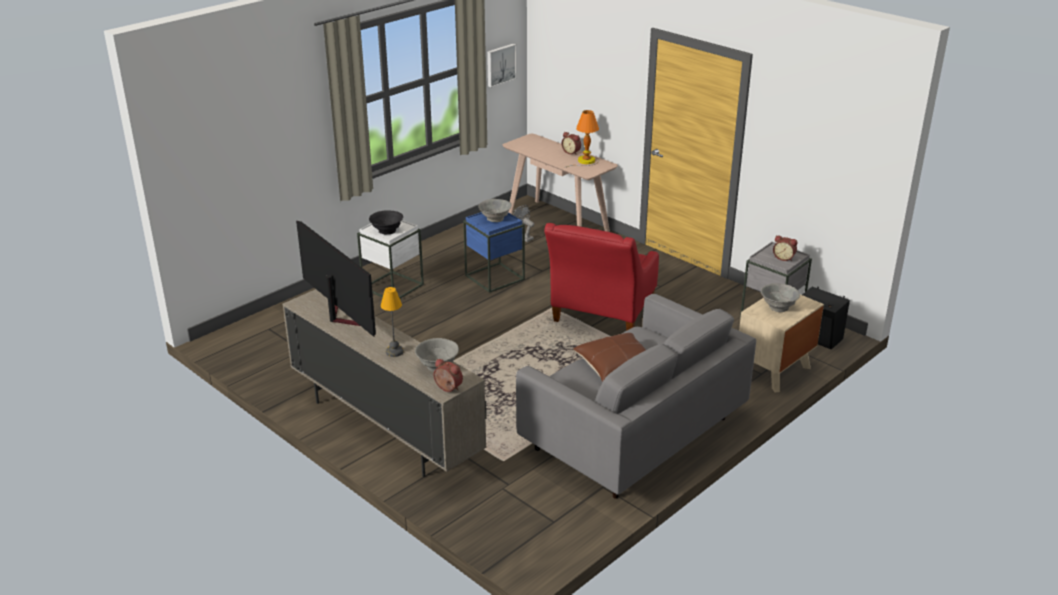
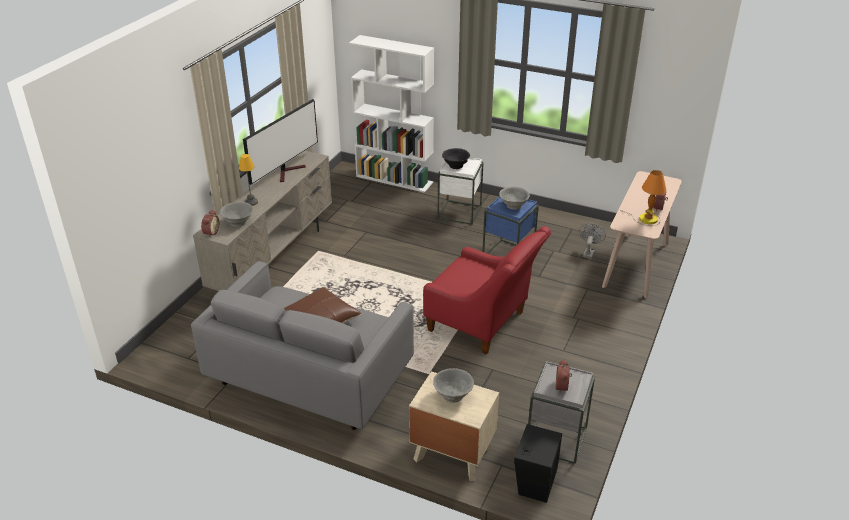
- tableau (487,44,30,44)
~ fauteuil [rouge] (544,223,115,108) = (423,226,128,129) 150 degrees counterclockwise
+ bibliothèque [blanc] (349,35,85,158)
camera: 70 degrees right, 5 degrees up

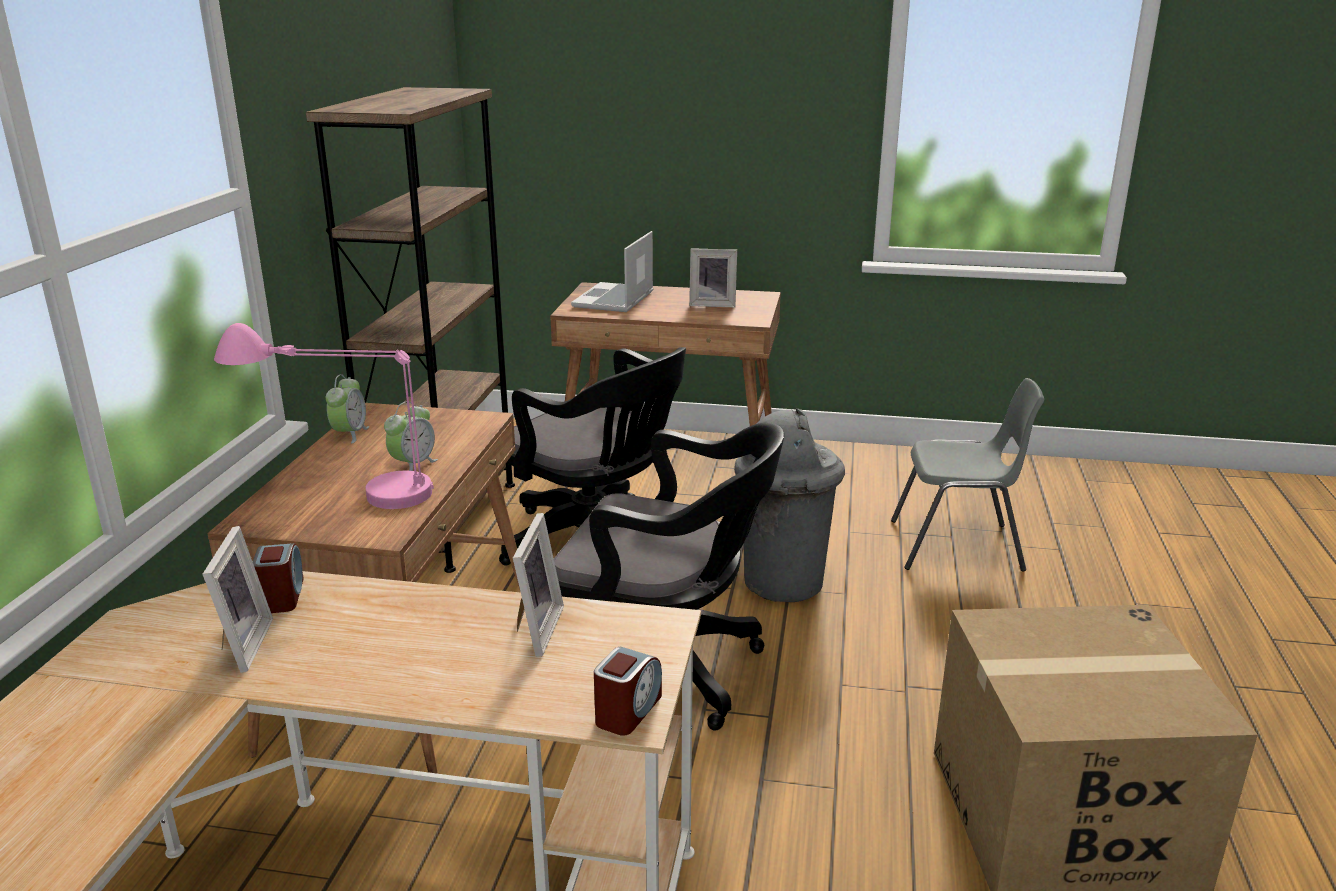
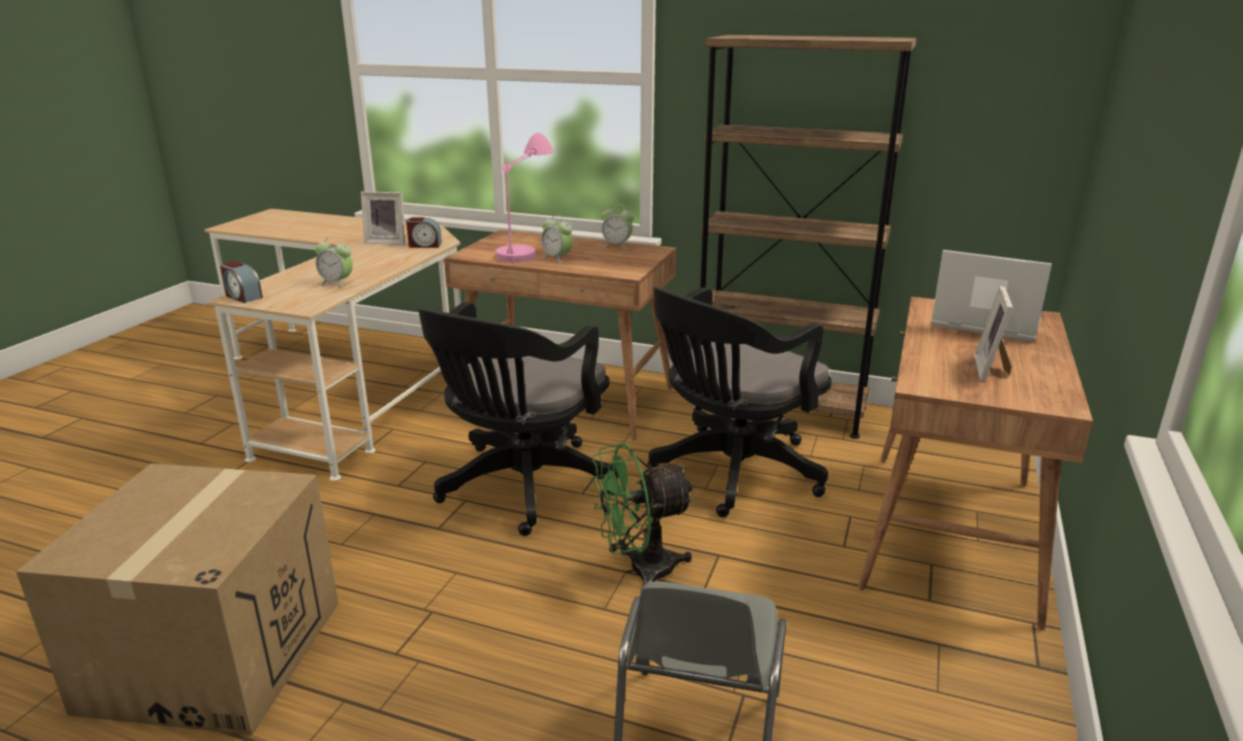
~ cadre photo (513,513,51,144) to réveil (315,237,38,51)
~ poubelle [gris] (734,408,111,194) to ventilateur [vert] (591,443,104,143)
camera: 100 degrees right, 0 degrees up

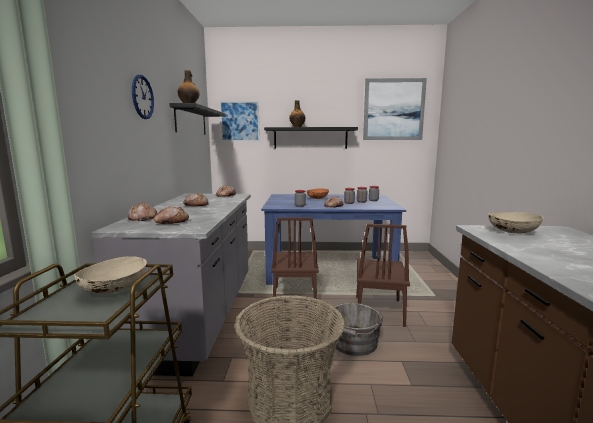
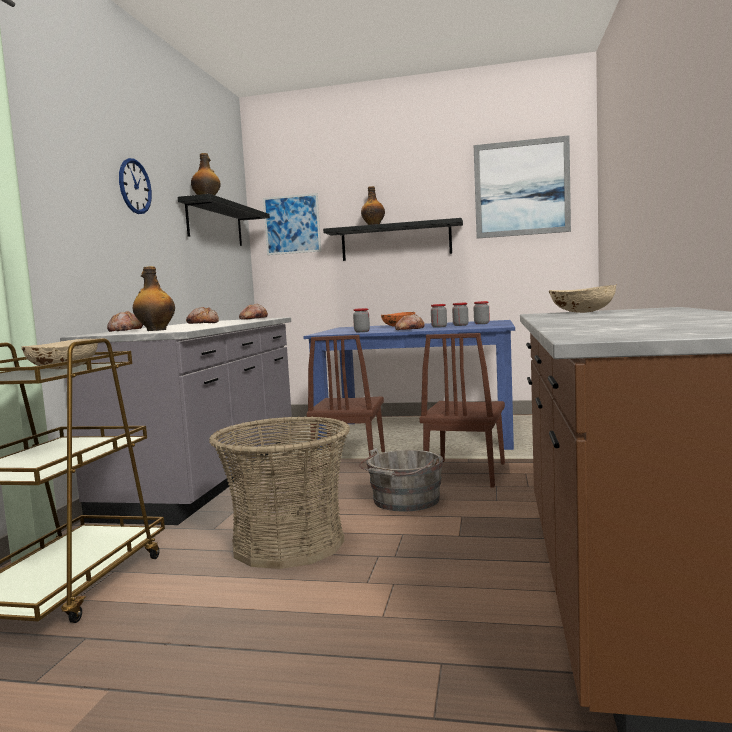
~ pain (154,207,35,17) to bouteille (133,266,42,65)
camera: 10 degrees right, 5 degrees down

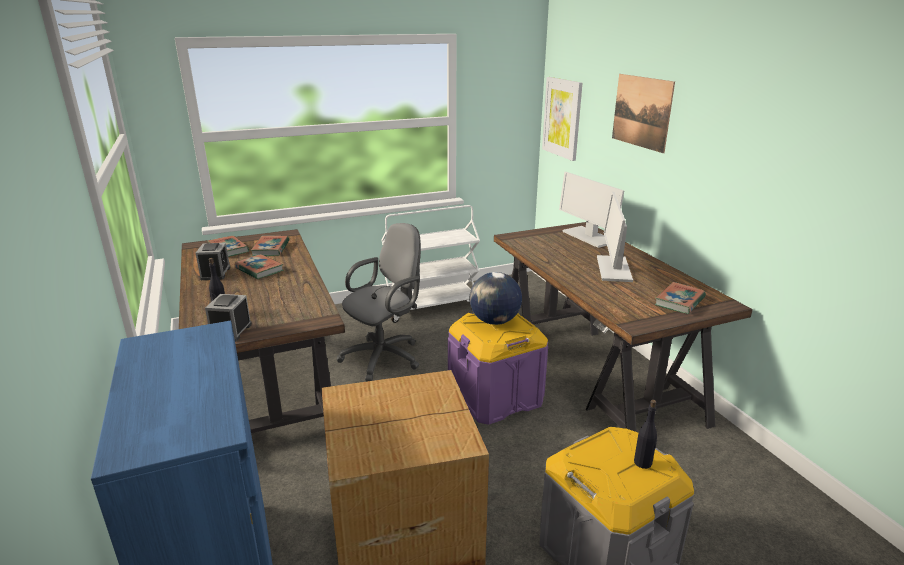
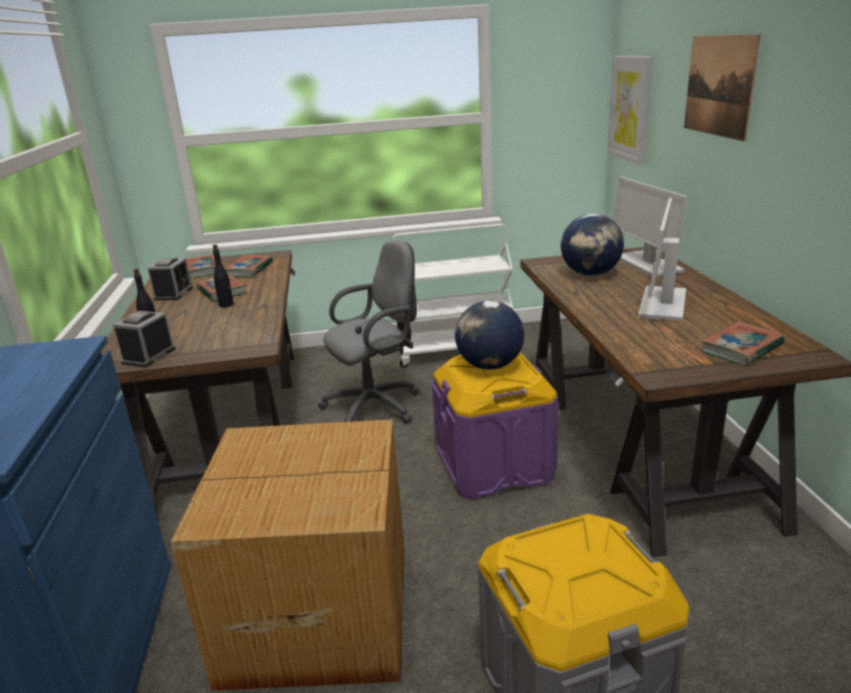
~ bouteille [noir] (634,400,23,69) to (213,244,21,63)
+ globe (561,214,63,62)
camera: 15 degrees right, 0 degrees up

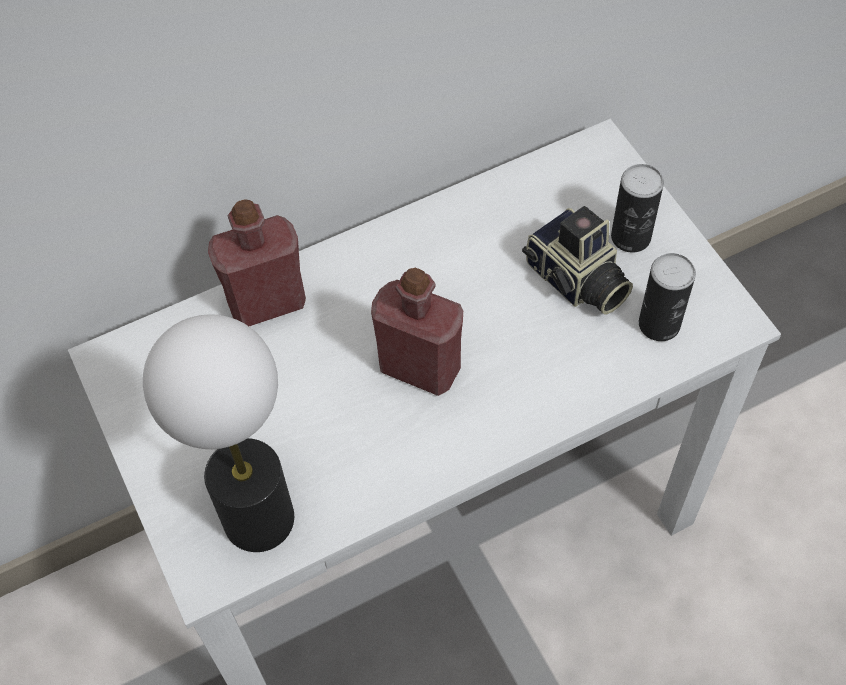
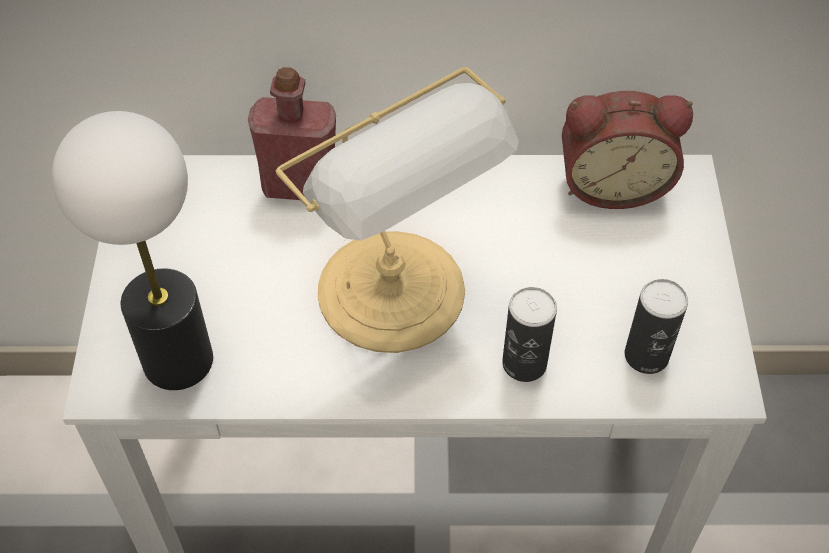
~ bouteille [rouge] (371,268,92,128) to lampe de table (275,67,244,286)
- appareil photo (522,206,111,109)
~ boîte métallique (611,164,53,89) to (502,287,55,95)
+ réveil (562,91,131,118)
camera: 25 degrees right, 5 degrees down

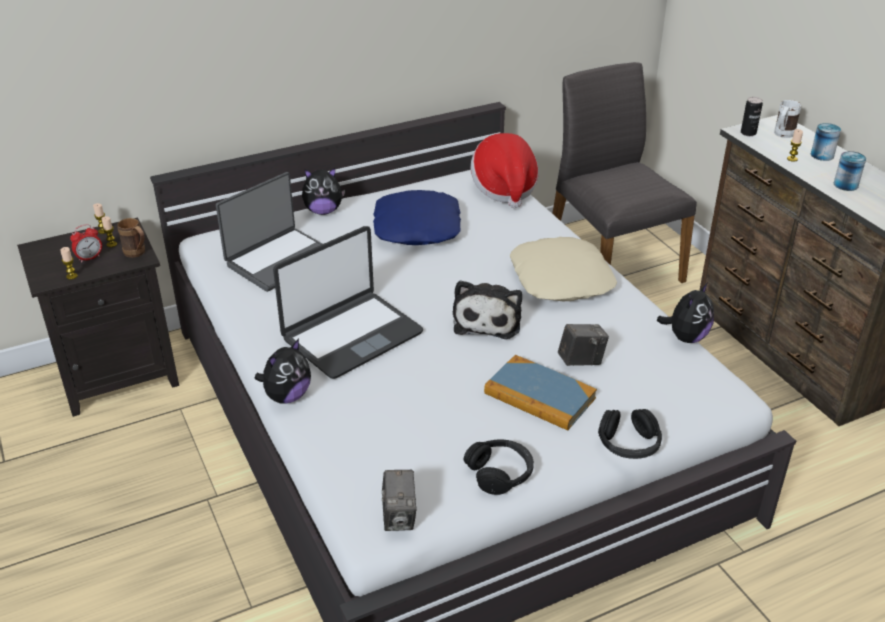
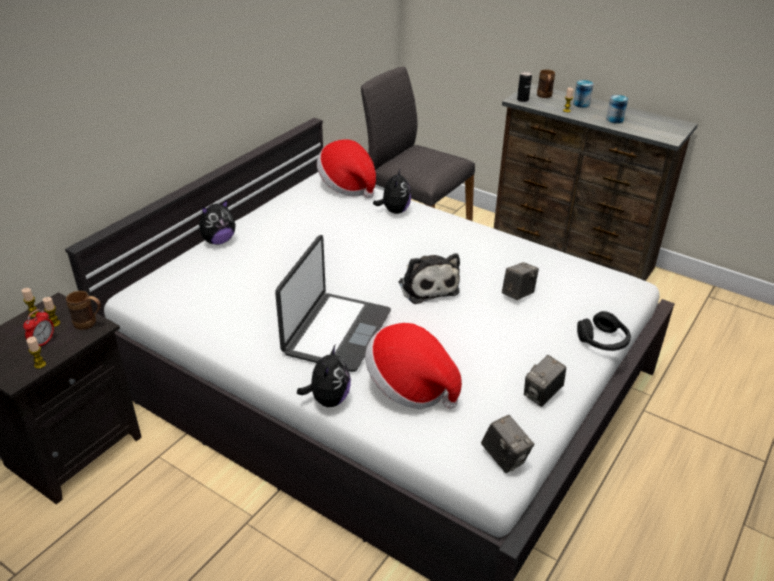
- ordinateur portable (216,172,106,120)
- coussin [bleu] (373,190,88,55)
~ casque audio [noir] (464,439,70,56) to appareil photo (524,355,42,52)
- livre (484,355,113,76)
- coussin [beige] (510,237,107,64)
~ peluche (657,282,57,61) to (373,168,38,46)
~ mug [blanc] (774,100,27,38) to mug [marron] (537,70,18,28)
+ chapeau (365,323,97,86)
camera: 30 degrees left, 0 degrees up

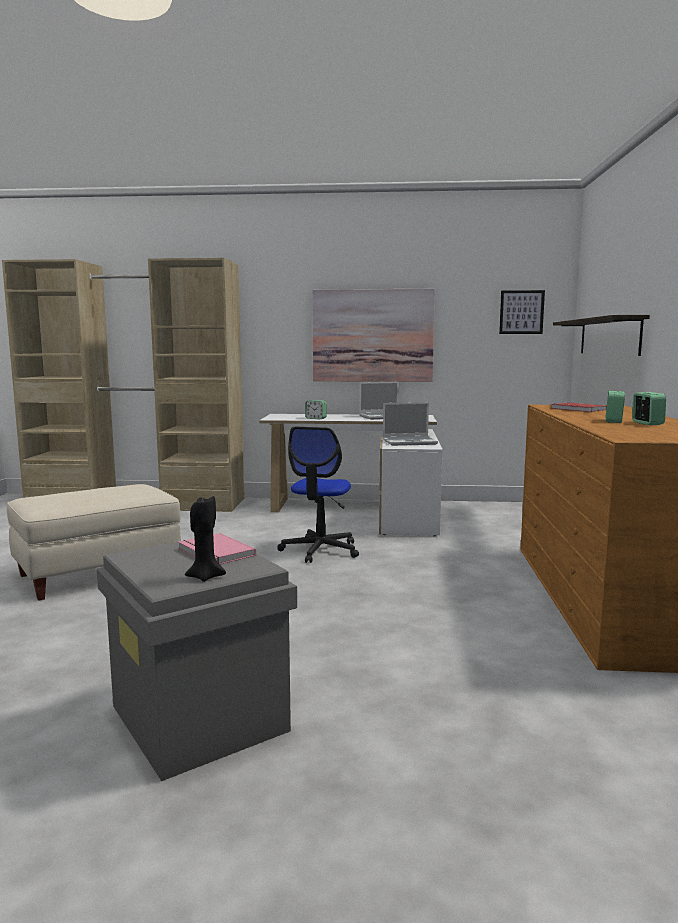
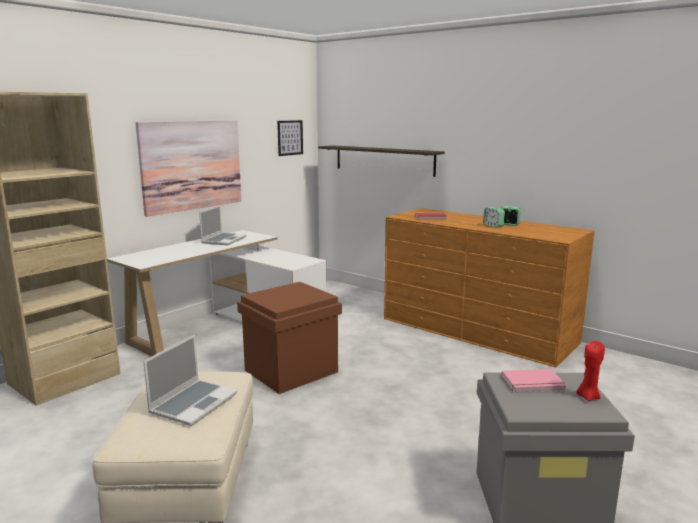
~ bougie [noir] (185,496,41,86) to bougie [rouge] (576,341,29,60)
~ chaise de bureau (277,427,82,136) to boîte de rangement [marron] (237,282,105,112)
- réveil (305,400,22,19)
~ ordinateur portable (383,402,55,44) to (143,335,94,91)
camera: 55 degrees left, 5 degrees up

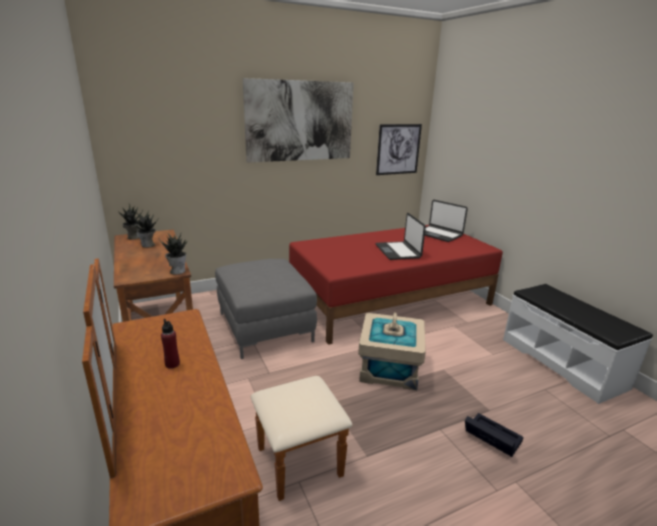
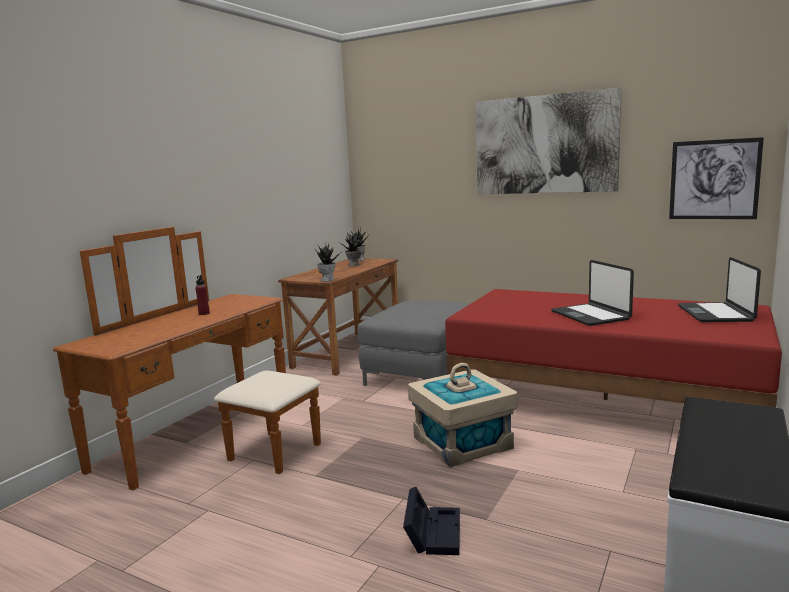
~ ordinateur portable (375,213,51,47) = (551,260,83,66) 60 degrees counterclockwise
camera: 55 degrees right, 10 degrees down

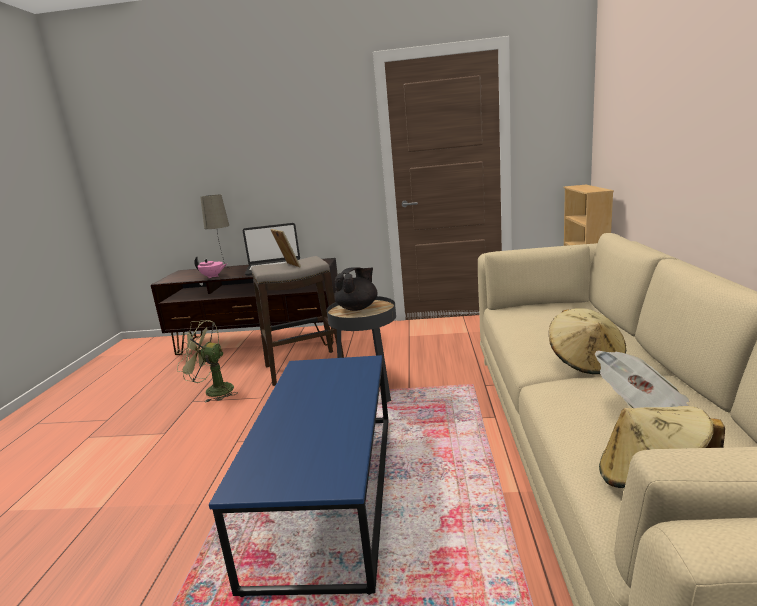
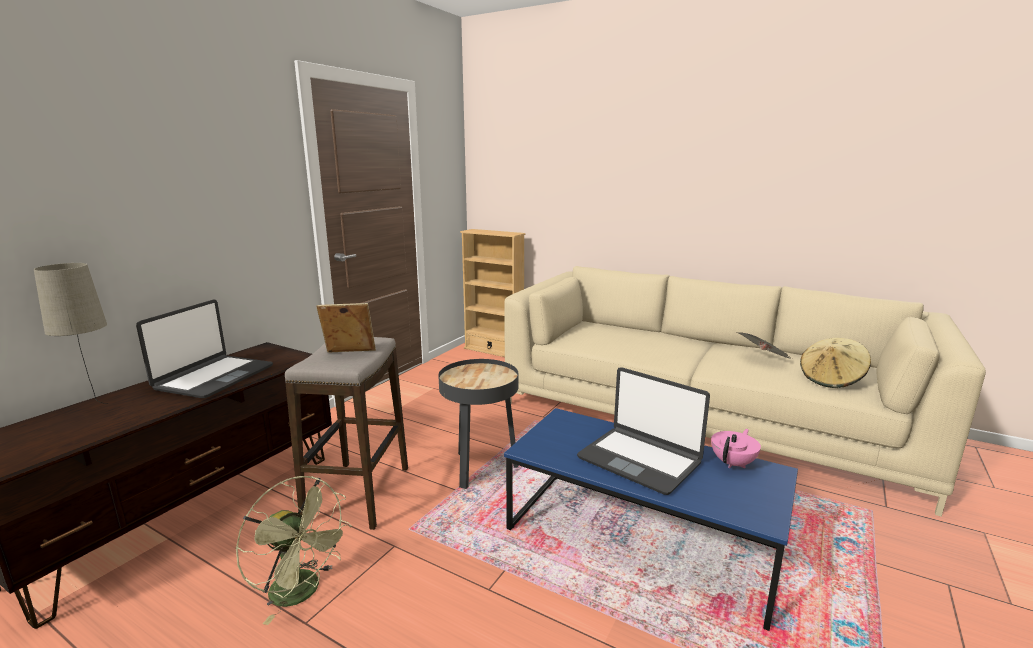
~ ventilateur [vert] (176,320,62,83) = (236,476,115,149) 90 degrees counterclockwise
~ théière [rose] (194,257,33,21) to (711,429,50,39)
- théière [noir] (335,267,42,44)
- chapeau [beige] (549,308,77,66)
+ ordinateur portable (577,367,133,128)
camera: 65 degrees left, 0 degrees up

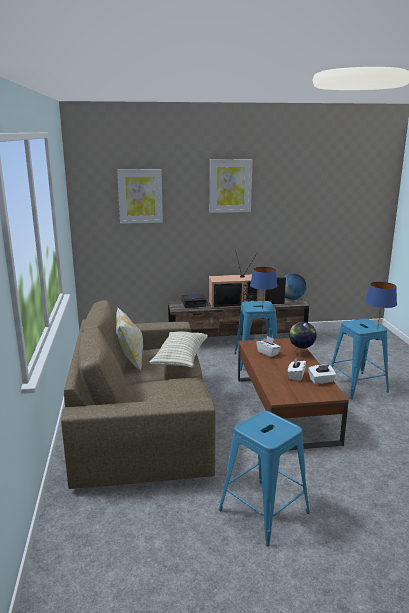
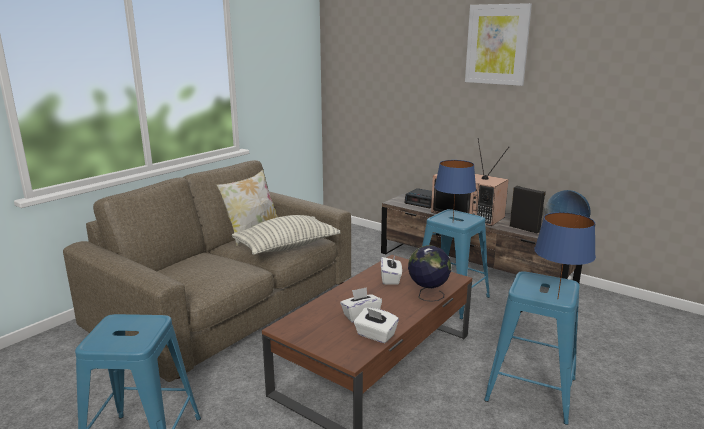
- tableau (117,169,46,55)
camera: 45 degrees right, 0 degrees up

